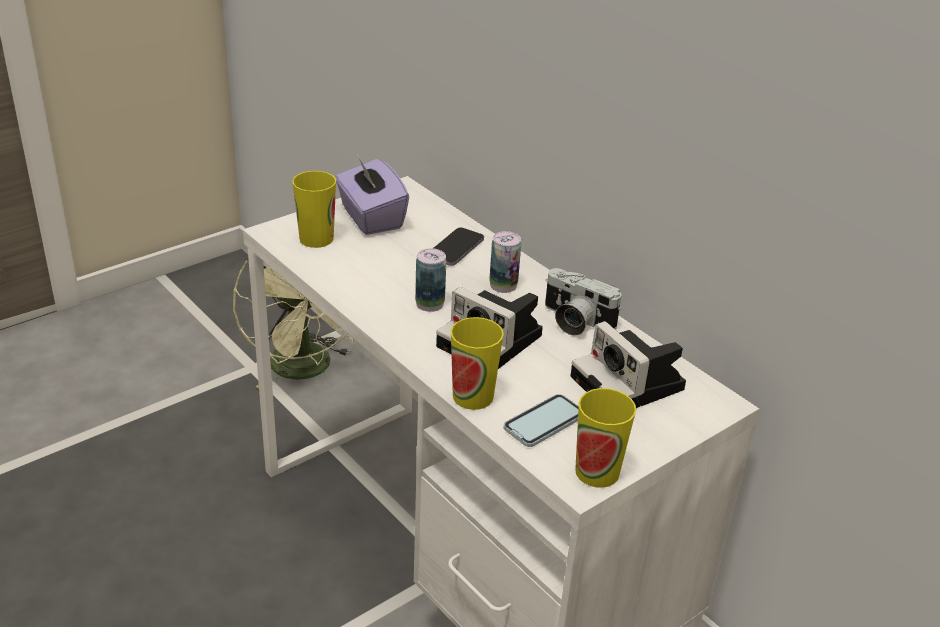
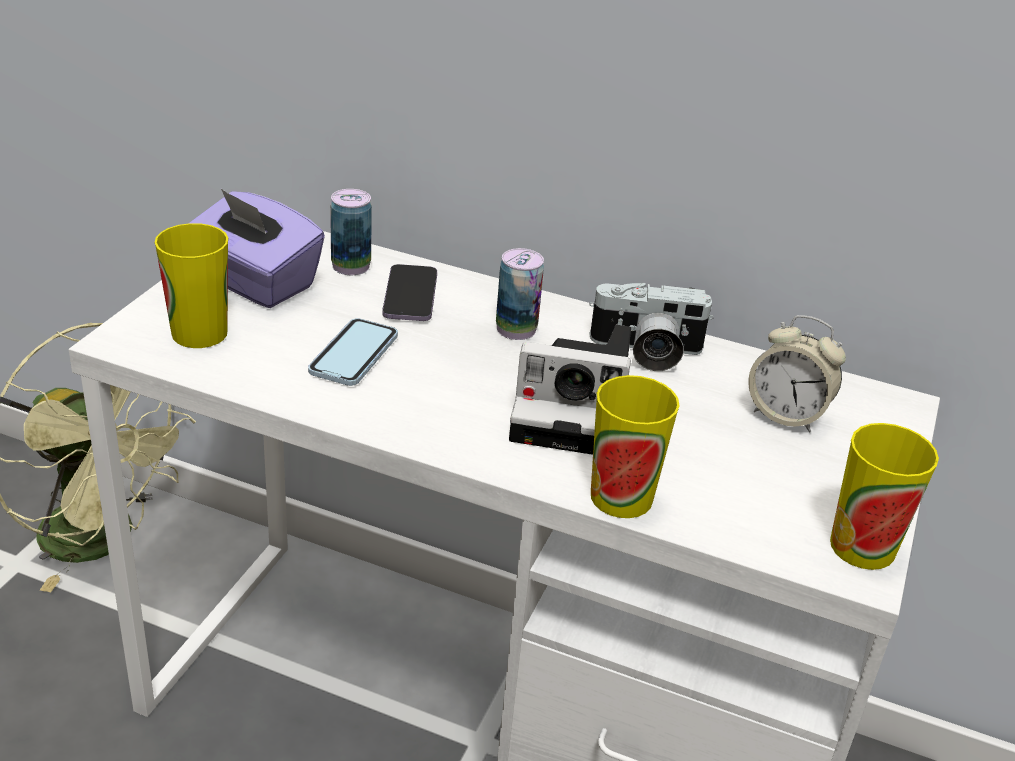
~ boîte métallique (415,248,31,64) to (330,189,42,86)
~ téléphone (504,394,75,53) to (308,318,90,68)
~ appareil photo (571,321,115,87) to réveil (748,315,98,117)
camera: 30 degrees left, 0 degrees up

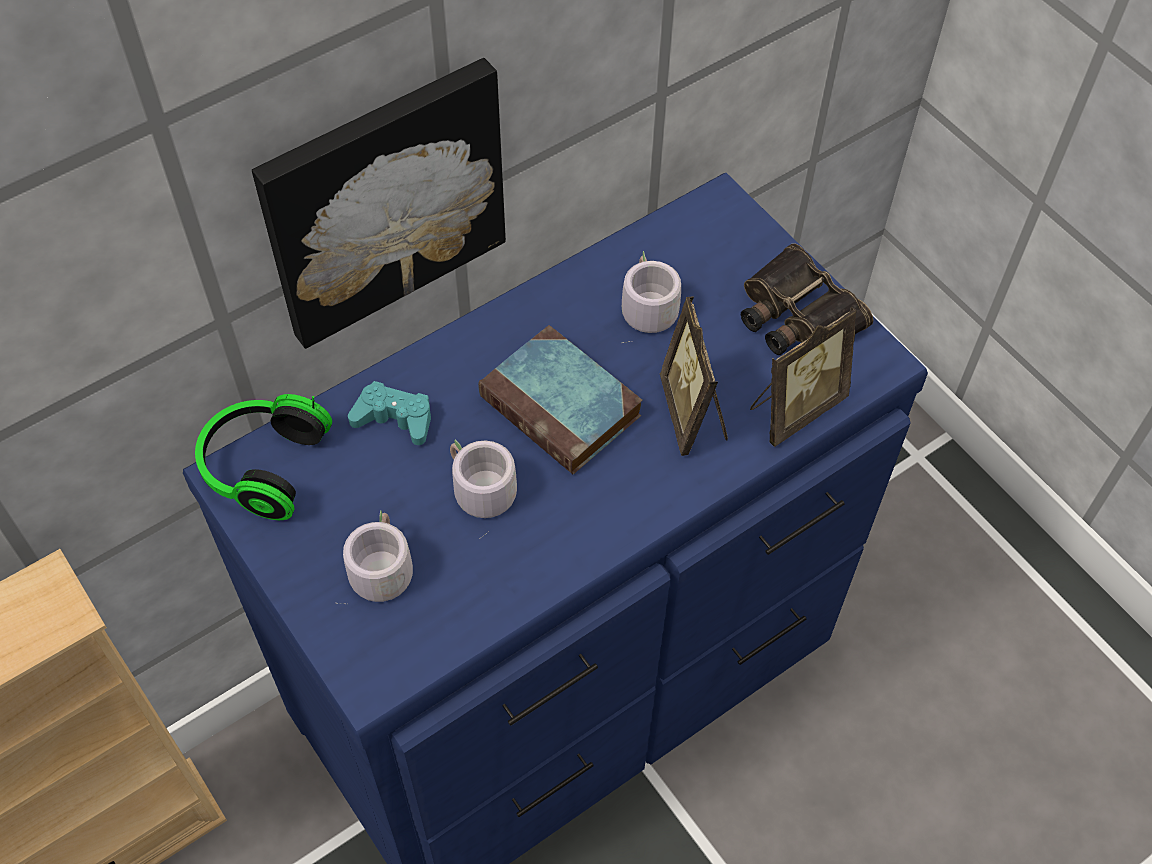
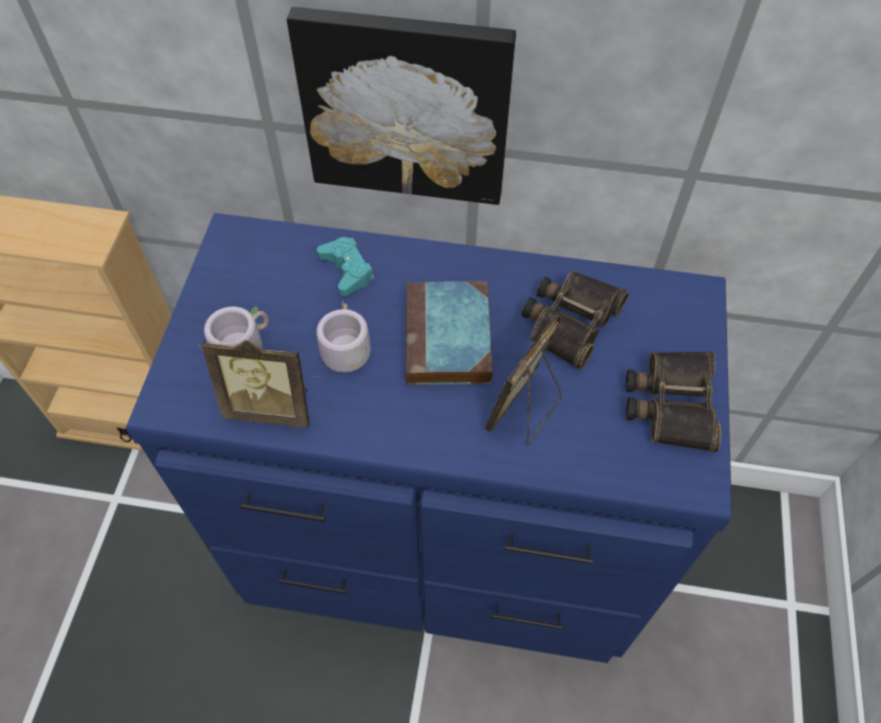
- casque audio (195,394,137,126)
~ mug [gris] (622,251,59,92) to jumelles (521,271,108,99)
~ cadre photo (750,306,107,141) to (202,339,108,89)
camera: 45 degrees right, 0 degrees up

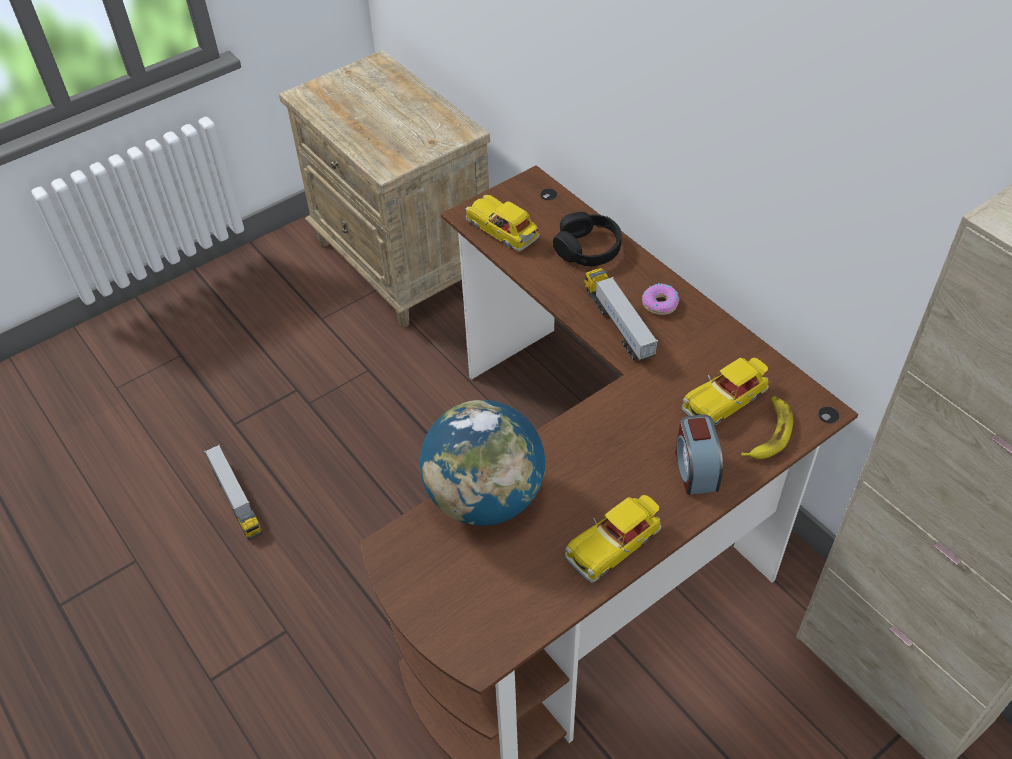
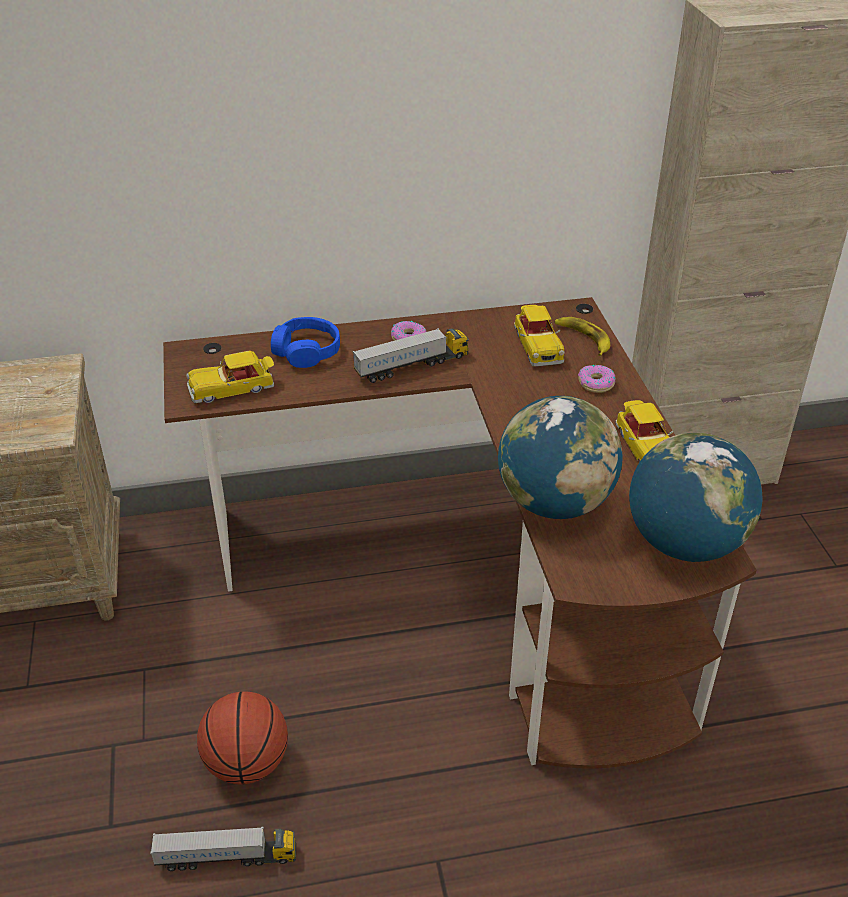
~ casque audio [noir] (553,212,69,55) to casque audio [bleu] (271,317,69,51)
~ camion jouet (584,268,74,93) = (353,328,116,55) 150 degrees clockwise
~ réveil (675,414,48,81) to beignet (578,365,37,28)
+ ballon de basket (197,692,91,92)
+ globe (629,433,133,129)
camera: 65 degrees left, 10 degrees down

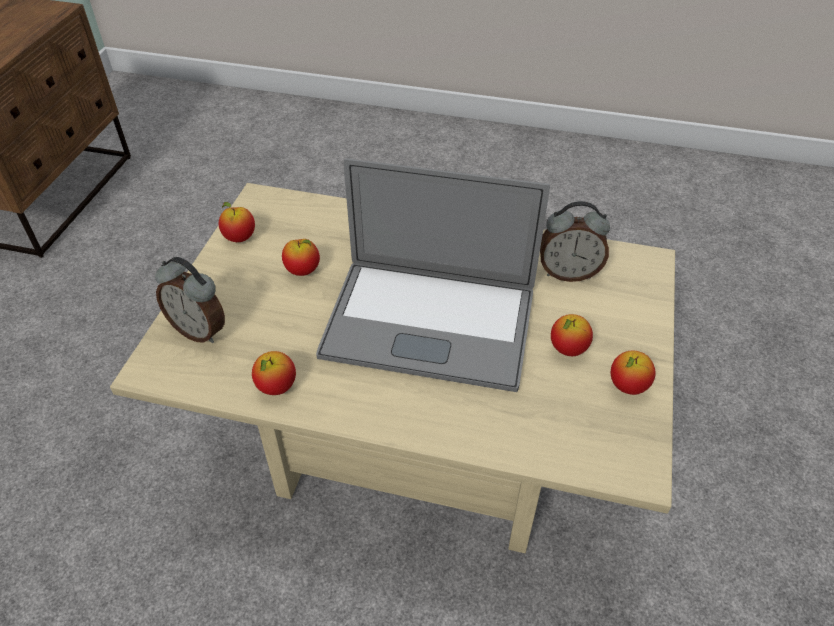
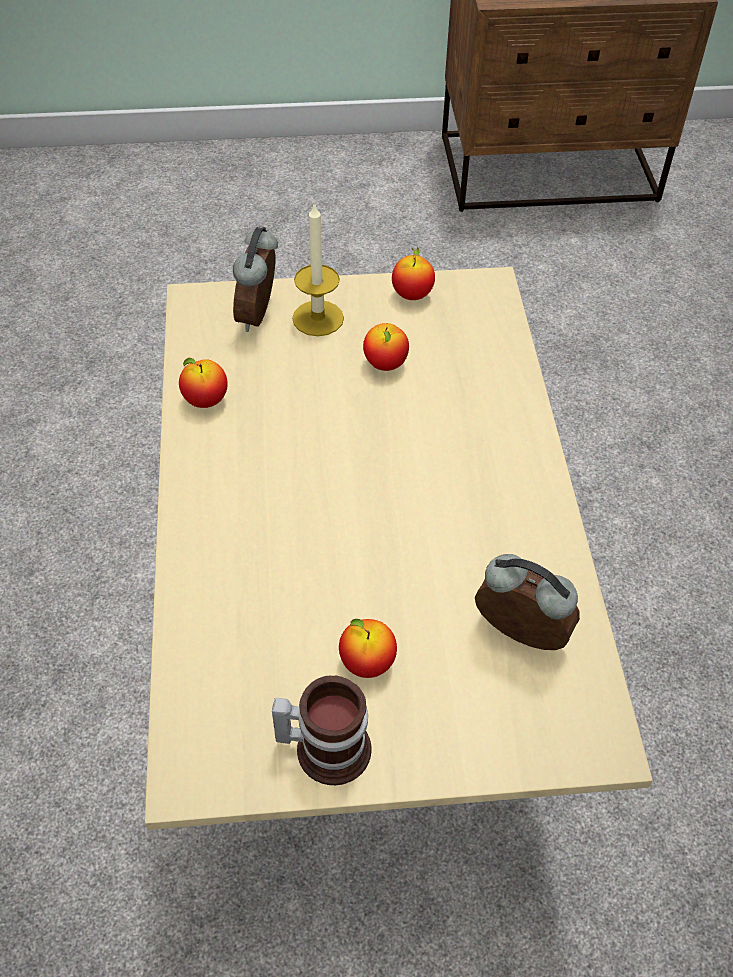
- ordinateur portable (316,158,234,234)
~ réveil (540,201,70,81) = (475,554,105,96) 135 degrees clockwise
~ pomme (611,351,45,44) to mug (272,676,100,109)
+ bougie (292,202,52,134)
camera: 70 degrees right, 5 degrees up

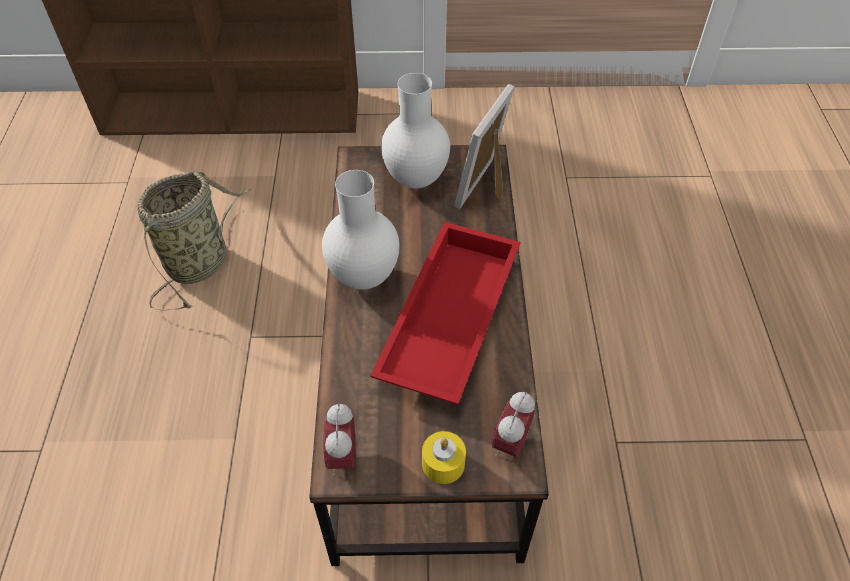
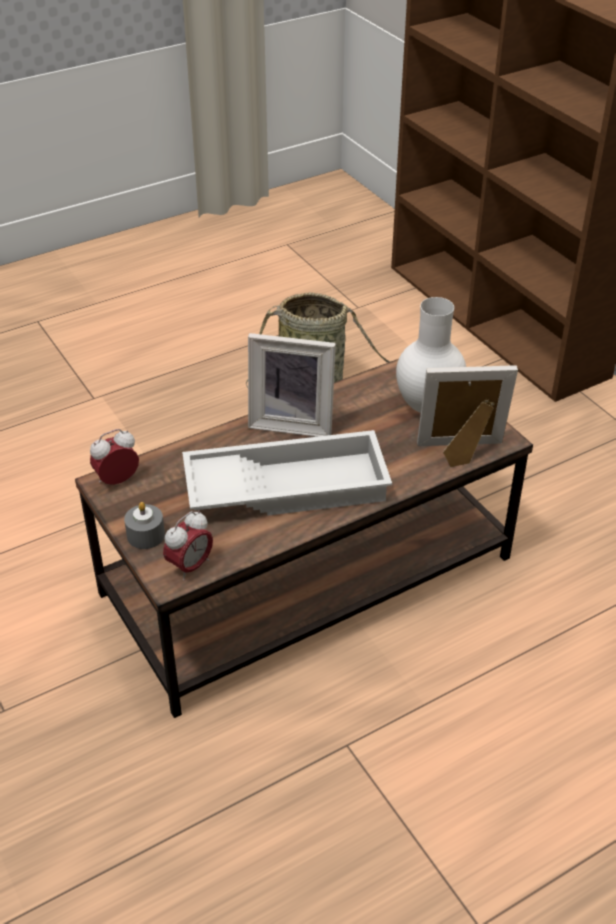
~ vase [blanc] (322,170,78,120) to cadre photo (248,333,88,104)
~ plateau [rouge] (370,222,151,183) to plateau [blanc] (182,430,210,86)
~ bougie [jaune] (422,431,44,53) to bougie [gris] (124,502,41,47)
~ réveil (492,392,43,66) = (163,511,50,70) 135 degrees clockwise
camera: 60 degrees right, 10 degrees down

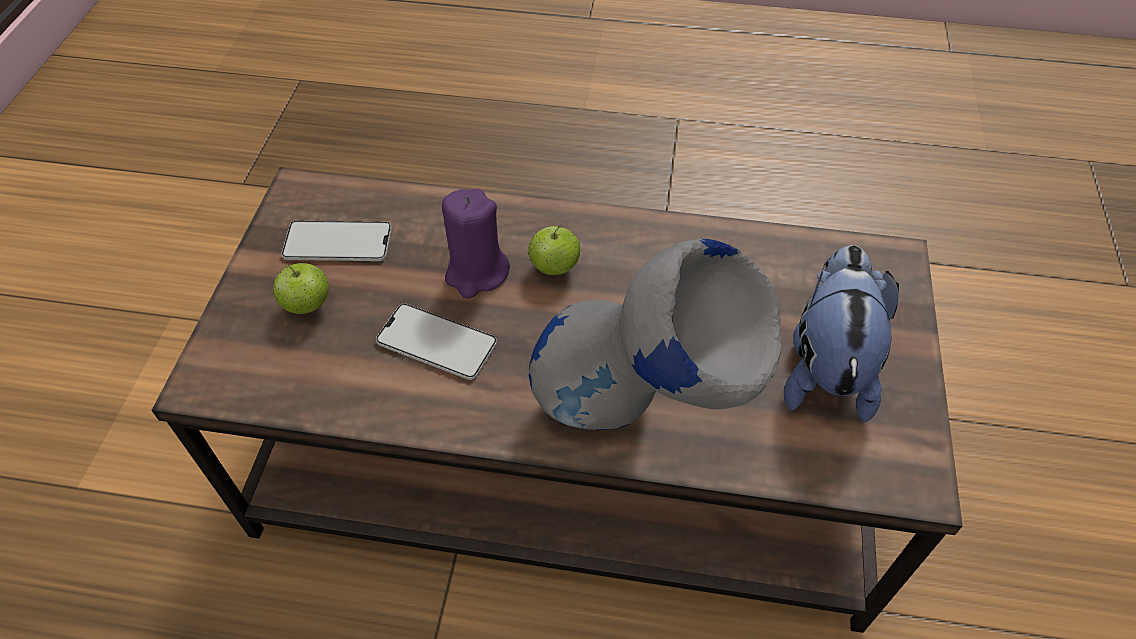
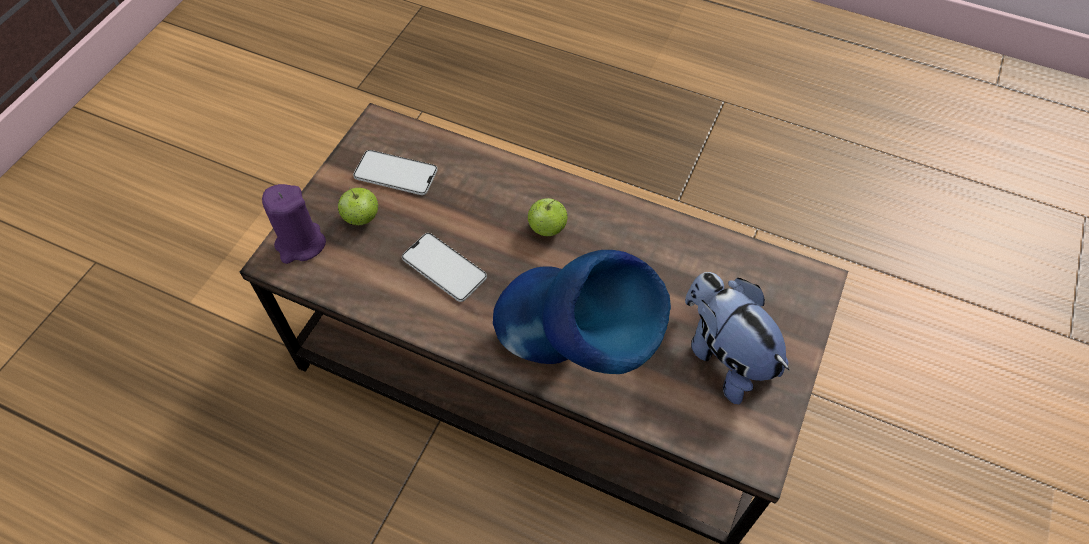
~ bougie [violet] (442,189,68,110) to (262,184,64,80)
~ vase [gris] (529,239,252,191) to vase [bleu] (493,250,178,124)
~ peluche (784,245,115,178) = (685,272,104,132) 60 degrees counterclockwise
camera: 15 degrees right, 5 degrees up

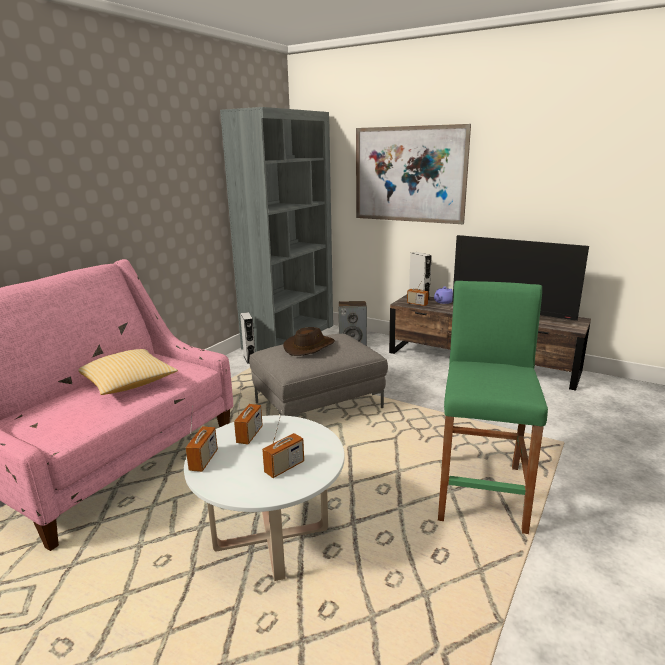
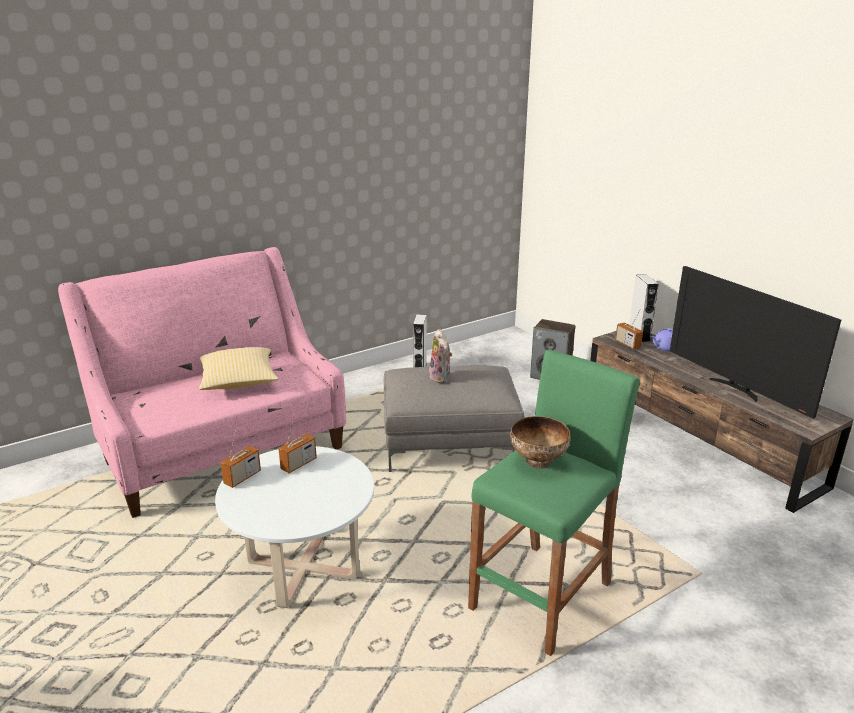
- bibliothèque [gris] (220,107,113,245)
- radio (262,410,42,68)
~ chapeau [marron] (283,327,52,29) to peluche (427,329,25,54)
- tableau (356,124,115,100)
+ bol (510,416,61,53)
camera: 25 degrees right, 5 degrees up

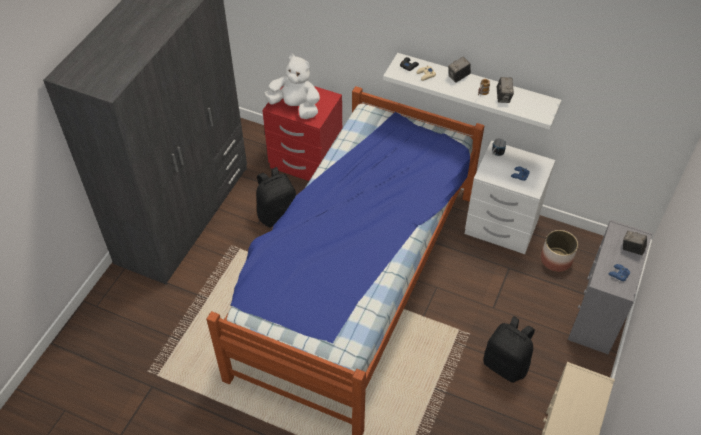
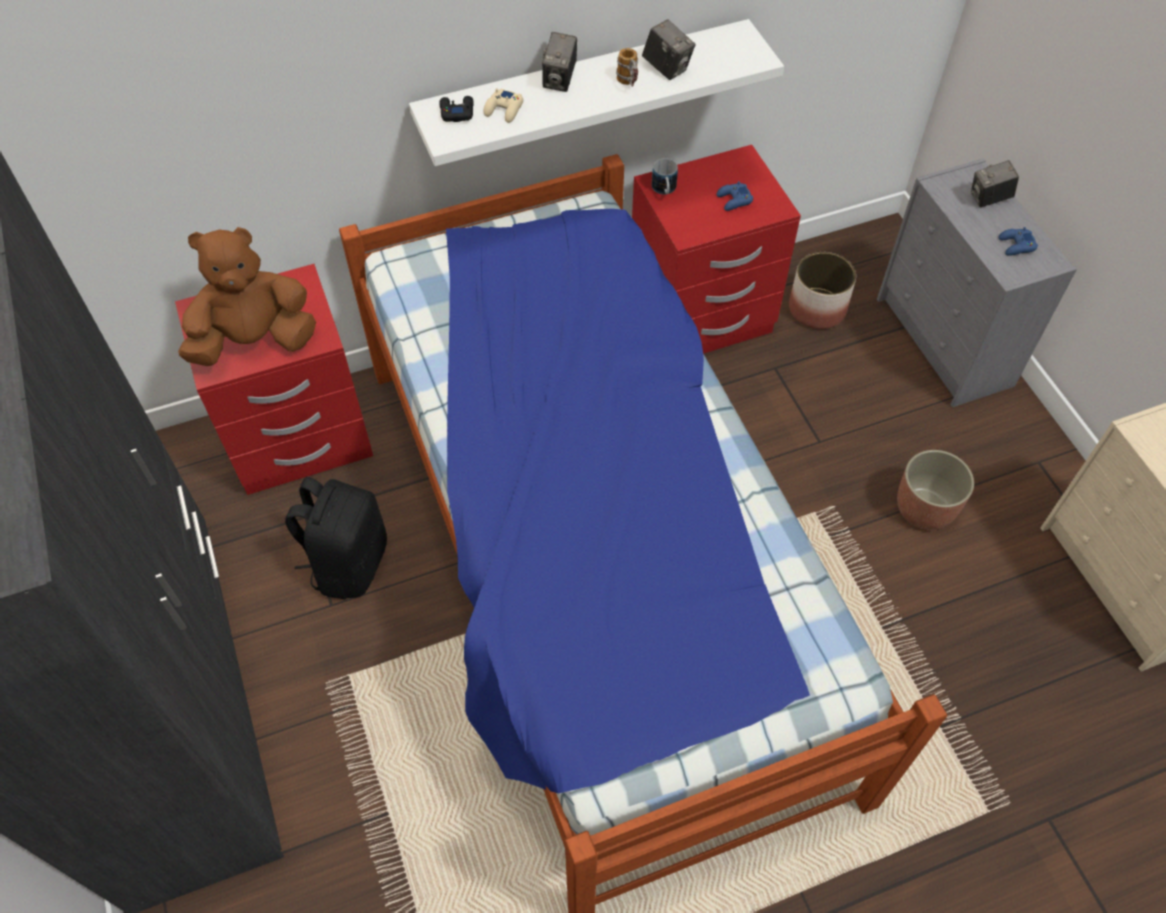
~ peluche [blanc] (264,54,56,65) to peluche [marron] (178,227,138,139)
~ table de chevet [blanc] (465,141,90,113) to table de chevet [rouge] (632,145,169,209)
~ sac à dos [noir] (483,316,52,67) to cache-pot (897,450,77,80)
camera: 45 degrees left, 5 degrees up

